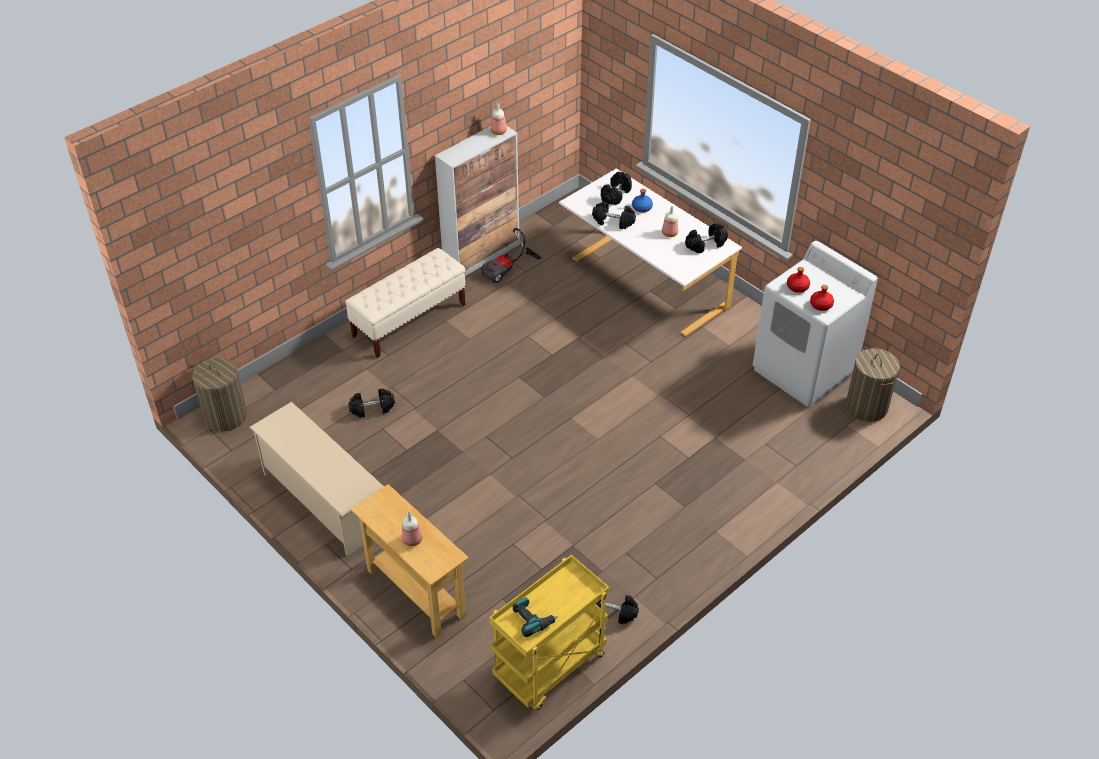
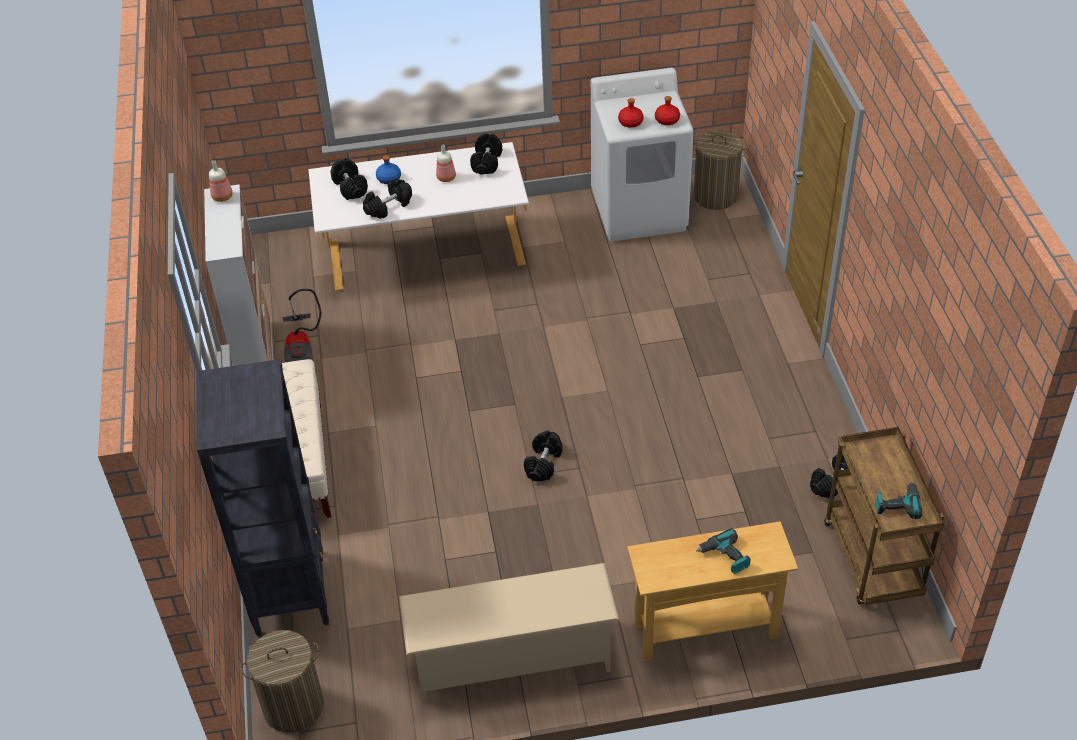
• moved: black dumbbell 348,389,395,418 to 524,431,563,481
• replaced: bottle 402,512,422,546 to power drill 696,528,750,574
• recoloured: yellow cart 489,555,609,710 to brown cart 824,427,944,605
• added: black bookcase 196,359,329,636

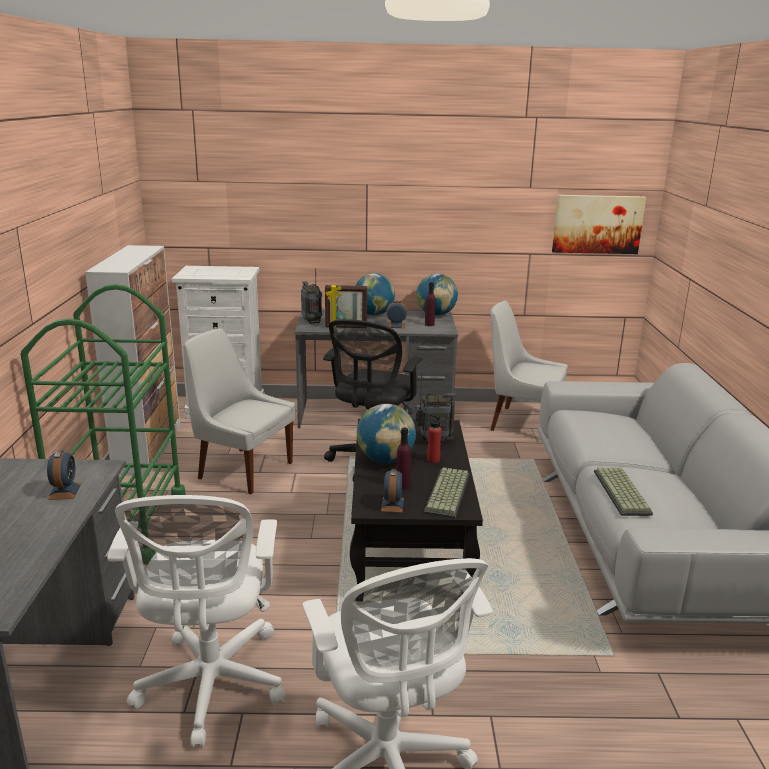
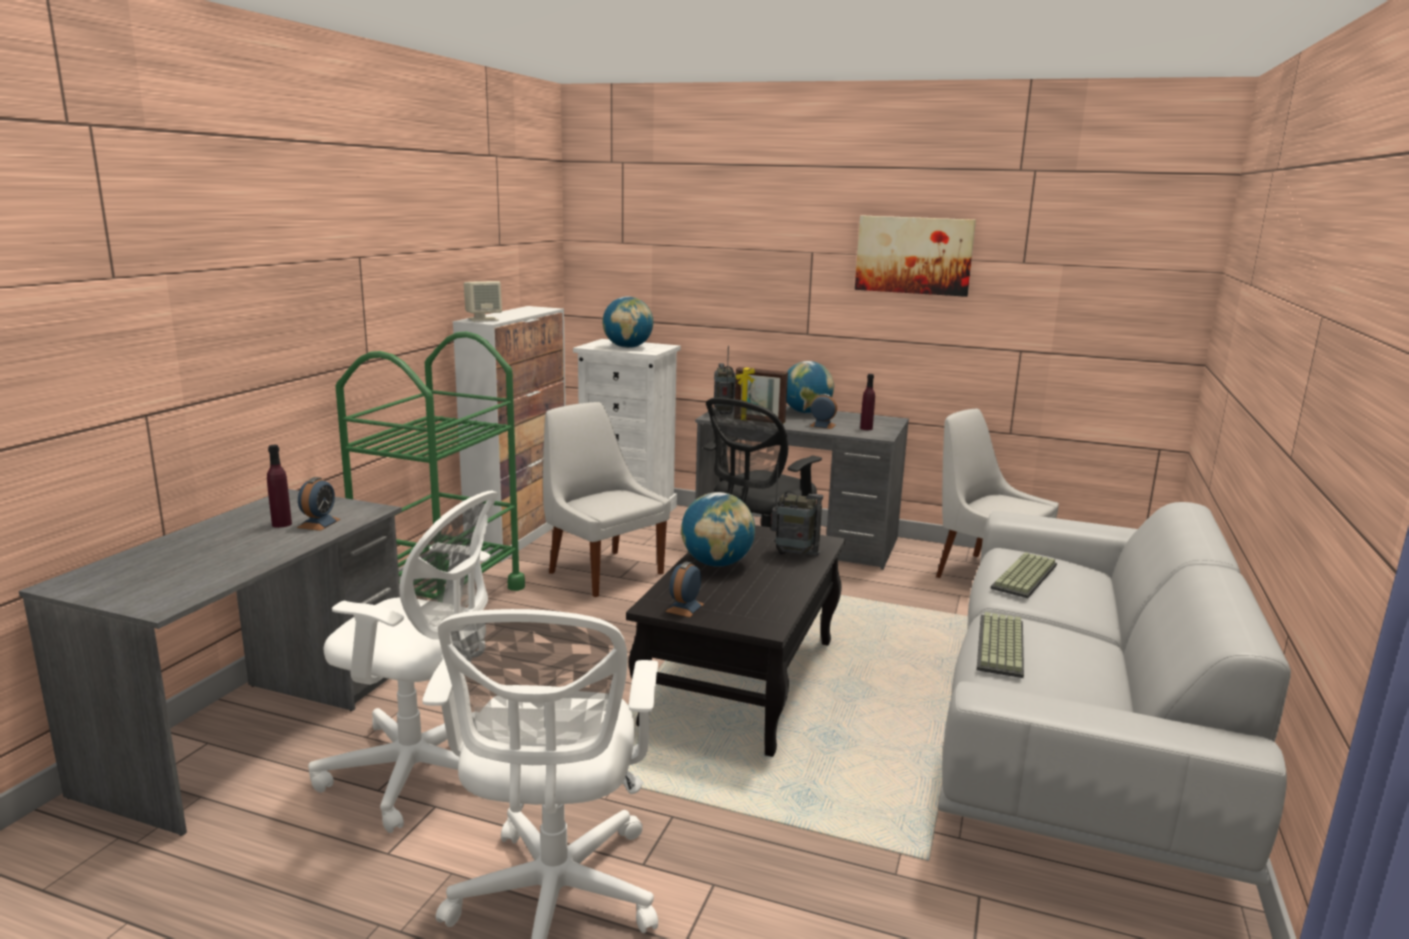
• moved: picture 552,195,646,254 to 855,215,976,297
• moved: globe 416,274,458,316 to 603,296,653,348
• removed: red bottle 427,415,442,463
• moved: purple bottle 396,427,411,489 to 267,445,292,528
• moved: keyboard 423,467,470,518 to 991,552,1057,598
• turned: white office chair 107,495,285,747 = 308,491,498,833 90 degrees counterclockwise
• added: beige speaker 464,281,502,322

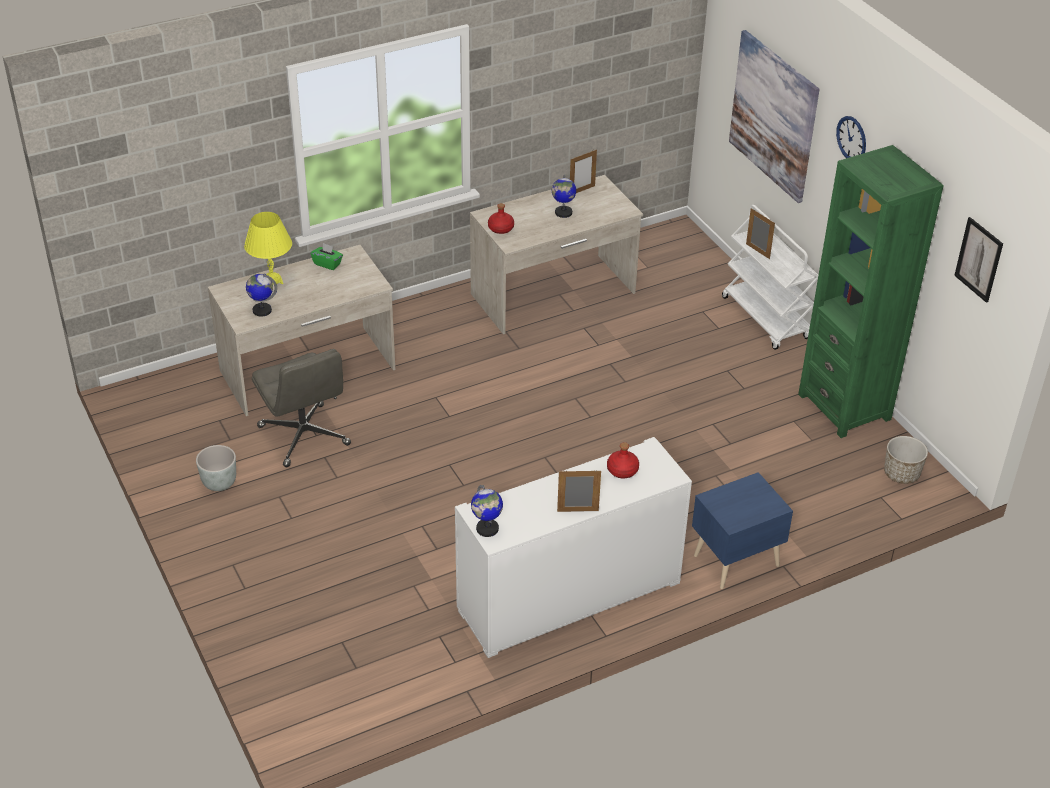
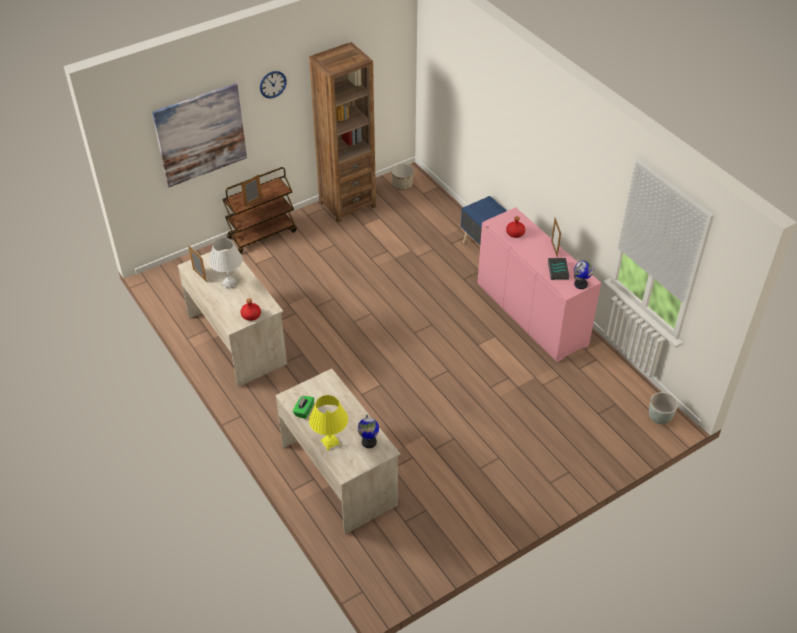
• recoloured: green bookcase 798,145,944,438 to brown bookcase 309,42,376,222
• replaced: globe 552,174,576,218 to white table lamp 209,238,243,290
• recoloured: white cart 722,205,818,350 to brown cart 222,167,297,254
• removed: picture 954,217,1003,303
• removed: grey office chair 252,349,351,467
• recoloured: white cabinet 455,437,692,658 to pink cabinet 477,207,601,362
• moved: grey planter 196,445,236,491 to 649,392,678,424
• added: book 548,258,569,280

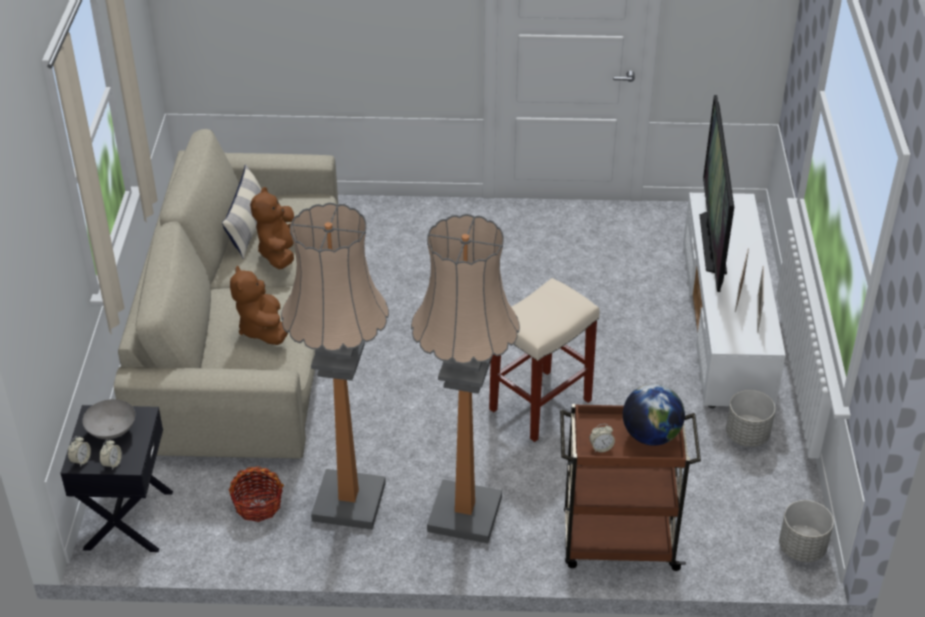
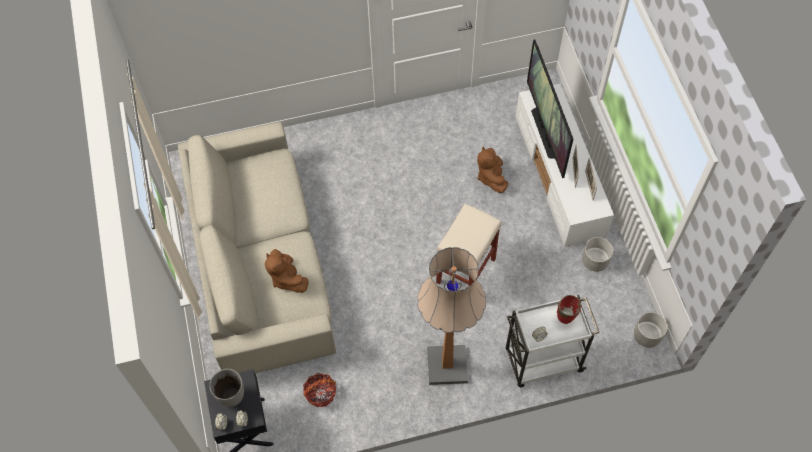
• removed: pillow 222,164,262,259
• moved: brown plush toy 250,187,294,269 to 477,146,508,193
• removed: floor lamp 281,203,389,530
• replaced: globe 623,384,685,446 to red vase 556,295,581,324
• replaced: grey bowl 82,399,135,439 to grey vase 209,369,244,407
• recoloured: brown cart 560,404,701,571 to white cart 506,295,599,387

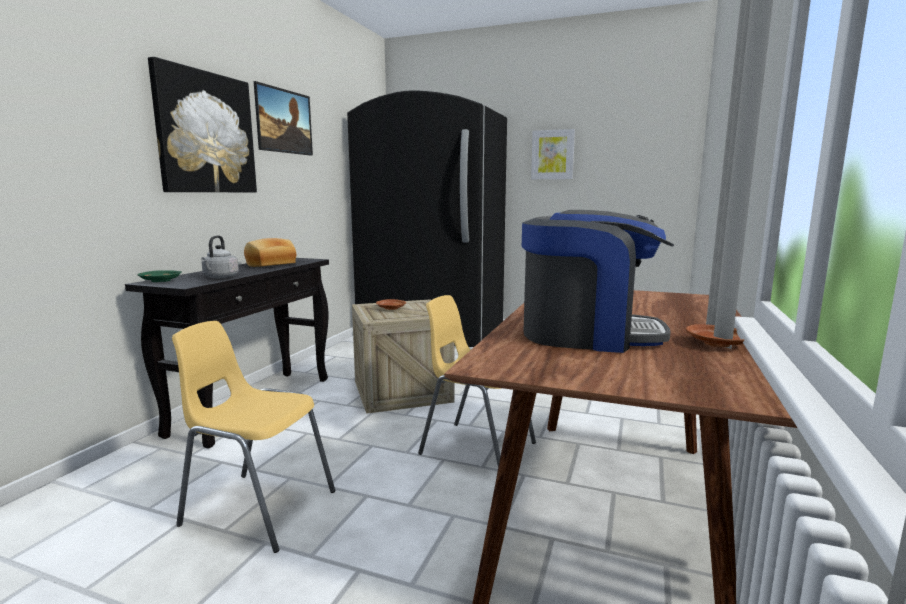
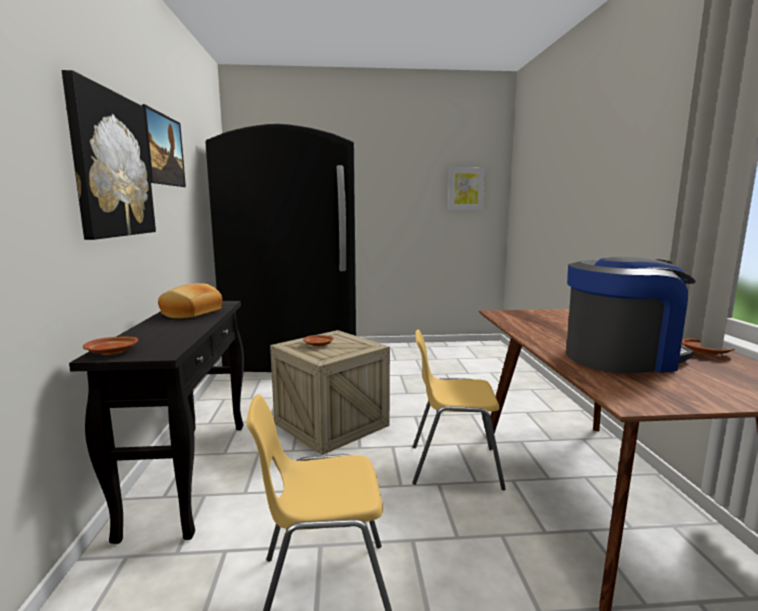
• moved: picture 531,129,575,180 to 448,167,485,210
• removed: grey kettle 201,235,239,278
• recoloured: green plate 137,270,182,282 to brown plate 83,337,138,355

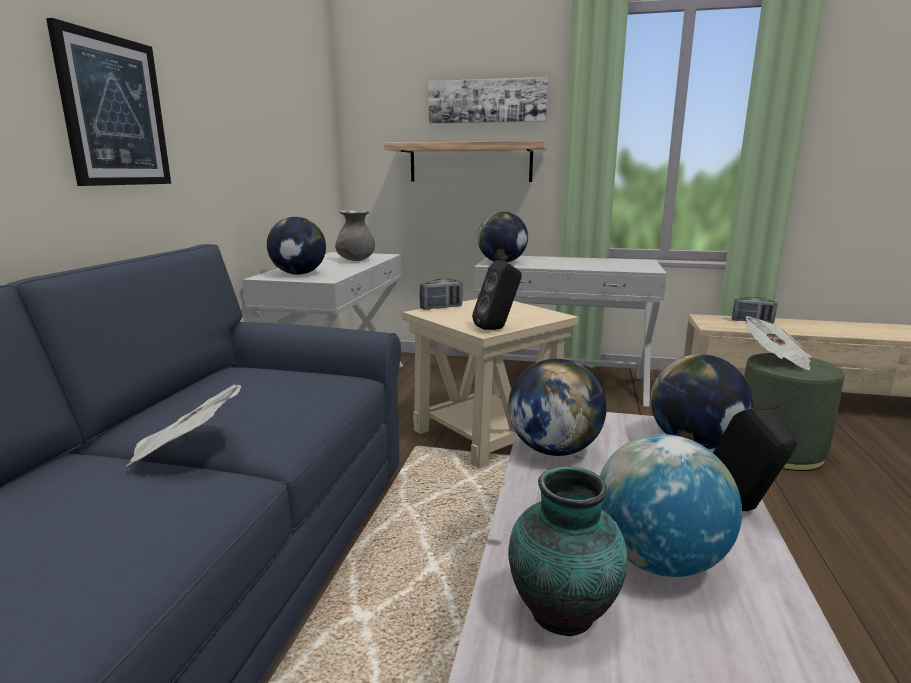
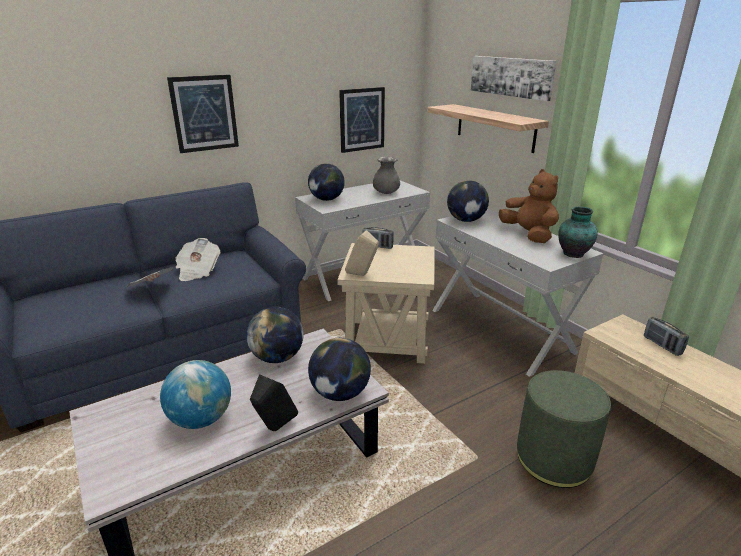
• recoloured: black speaker 472,260,522,330 to beige speaker 345,230,379,276
• moved: newspaper 746,316,811,370 to 175,238,220,281
• moved: vase 508,466,628,636 to 558,206,598,258
• added: picture 339,87,385,153
• added: brown plush toy 499,169,559,243

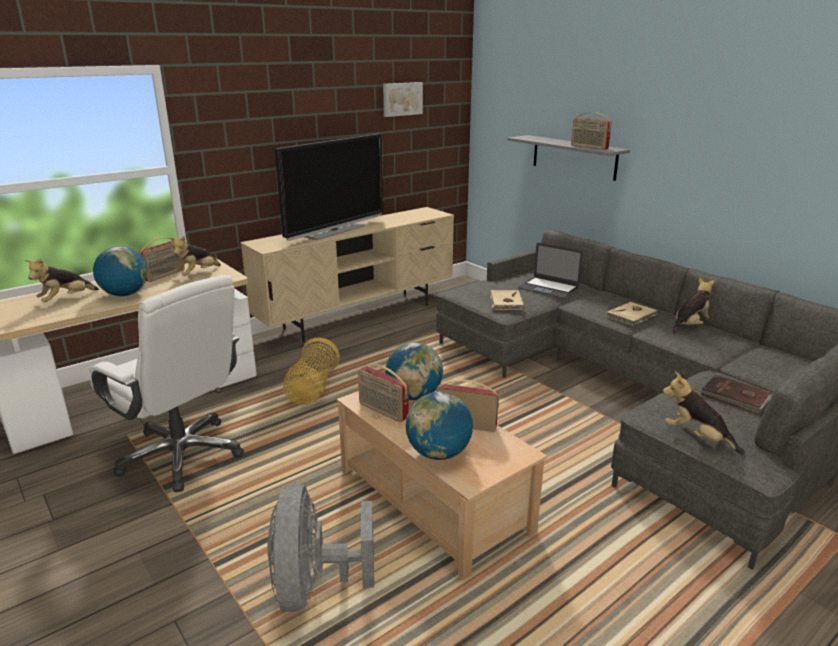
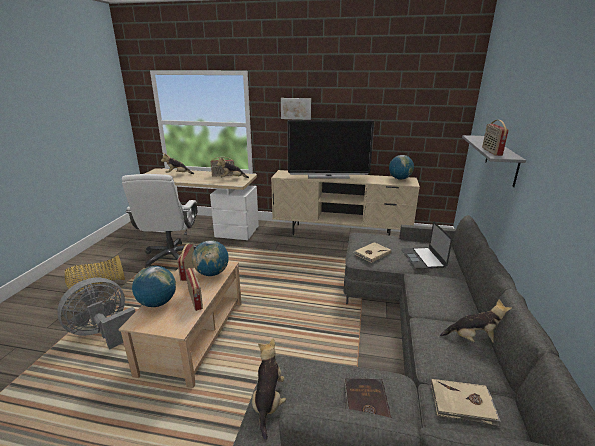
• moved: picture 383,82,423,117 to 281,98,311,120
• moved: globe 93,246,148,296 to 389,155,414,180
• moved: beige book 606,302,659,326 to 431,379,501,426
• moved: basket 283,337,340,405 to 65,255,125,293

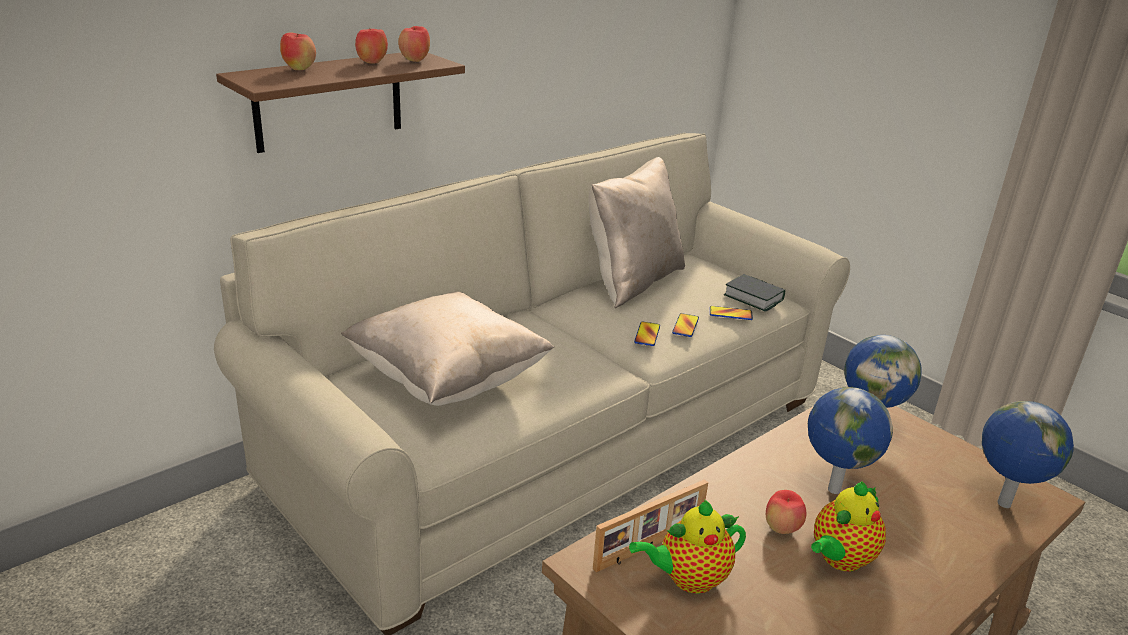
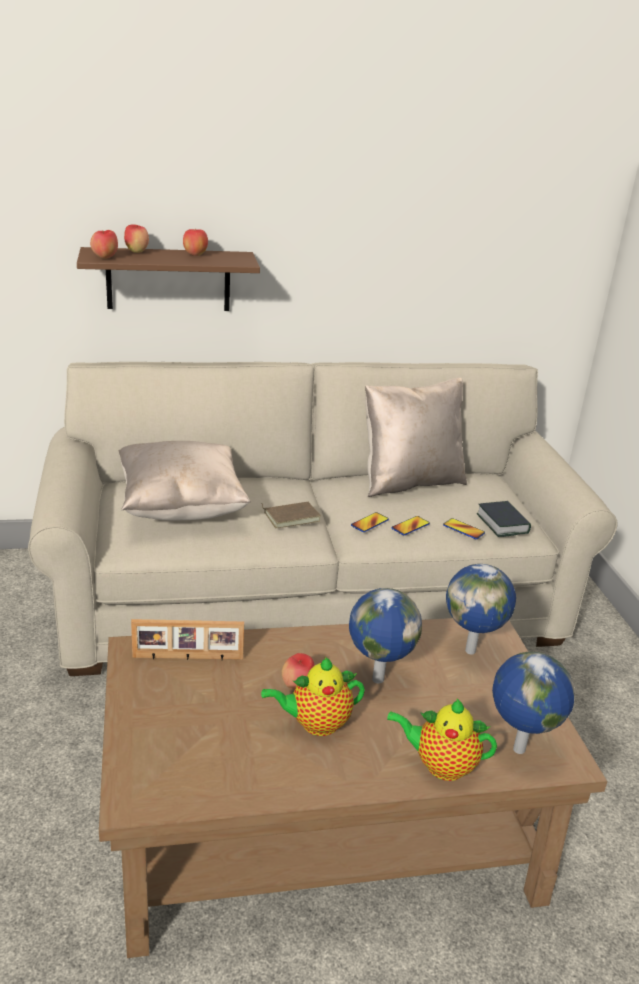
• moved: apple 398,26,430,62 to 90,230,118,259
• moved: teapot 629,500,746,594 to 387,698,497,781
• added: brown book 261,502,321,528

